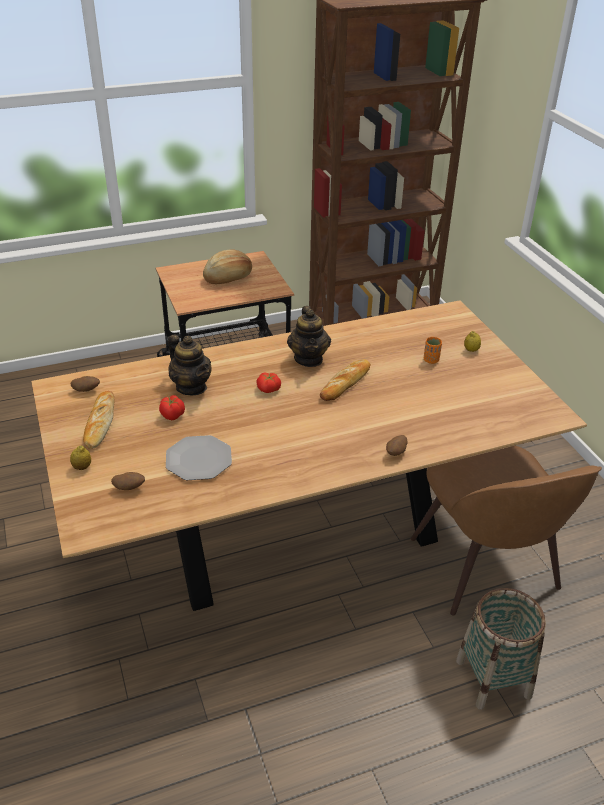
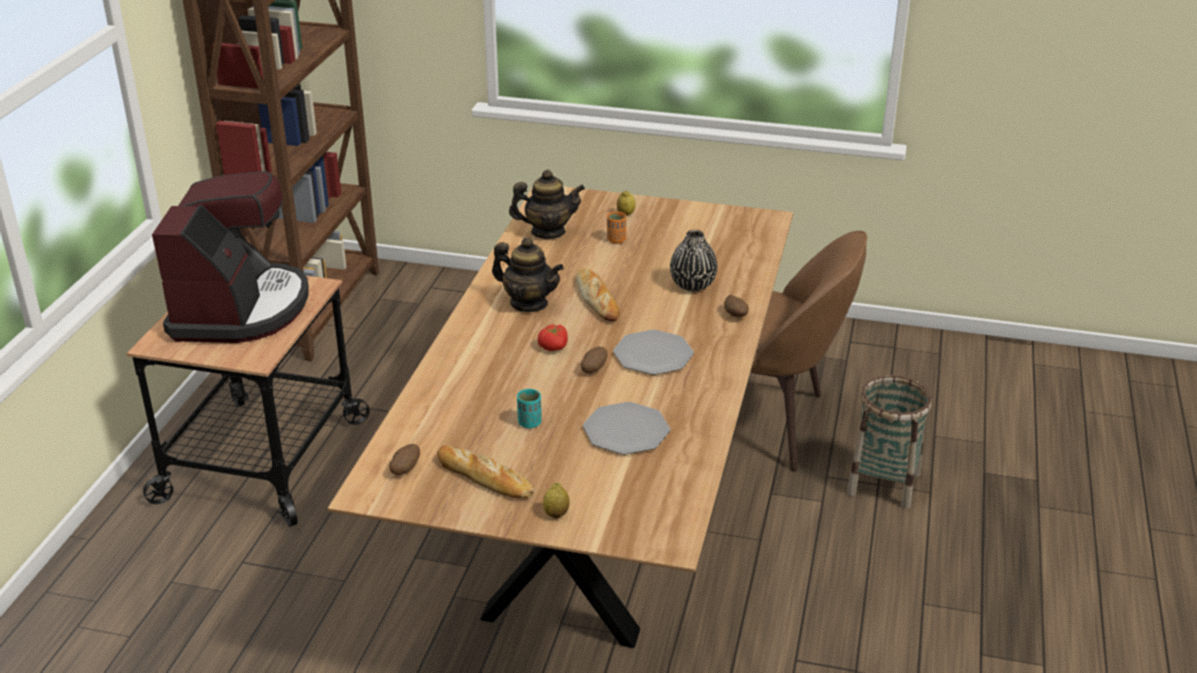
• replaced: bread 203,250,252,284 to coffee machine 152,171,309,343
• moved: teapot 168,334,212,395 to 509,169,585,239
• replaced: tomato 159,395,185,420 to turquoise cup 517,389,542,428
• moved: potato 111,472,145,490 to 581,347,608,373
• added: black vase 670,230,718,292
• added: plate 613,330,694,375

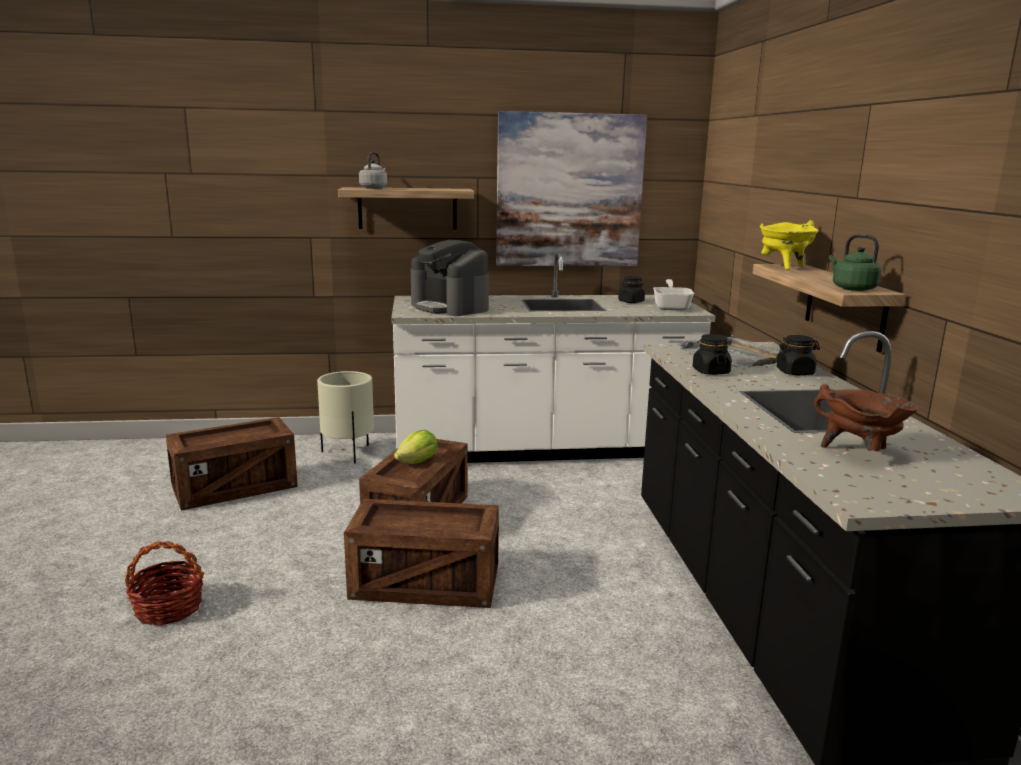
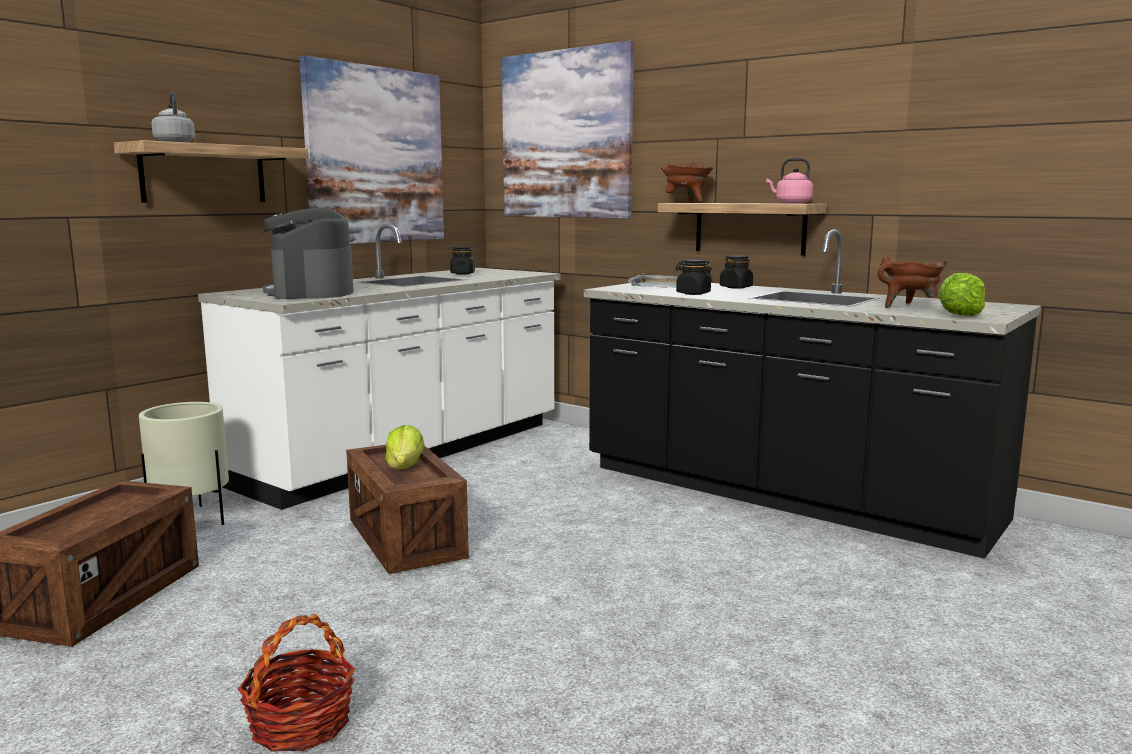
• recoloured: yellow cooking pot 760,220,819,270 to brown cooking pot 661,162,713,203
• recoloured: green kettle 829,234,882,291 to pink kettle 766,158,813,203
• turned: coffee machine 411,240,489,316 = 262,208,354,299 75 degrees clockwise
• removed: frying pan 653,279,694,311
• removed: crate 344,499,499,608
• added: picture 502,41,634,219
• added: lettuce 938,273,985,316

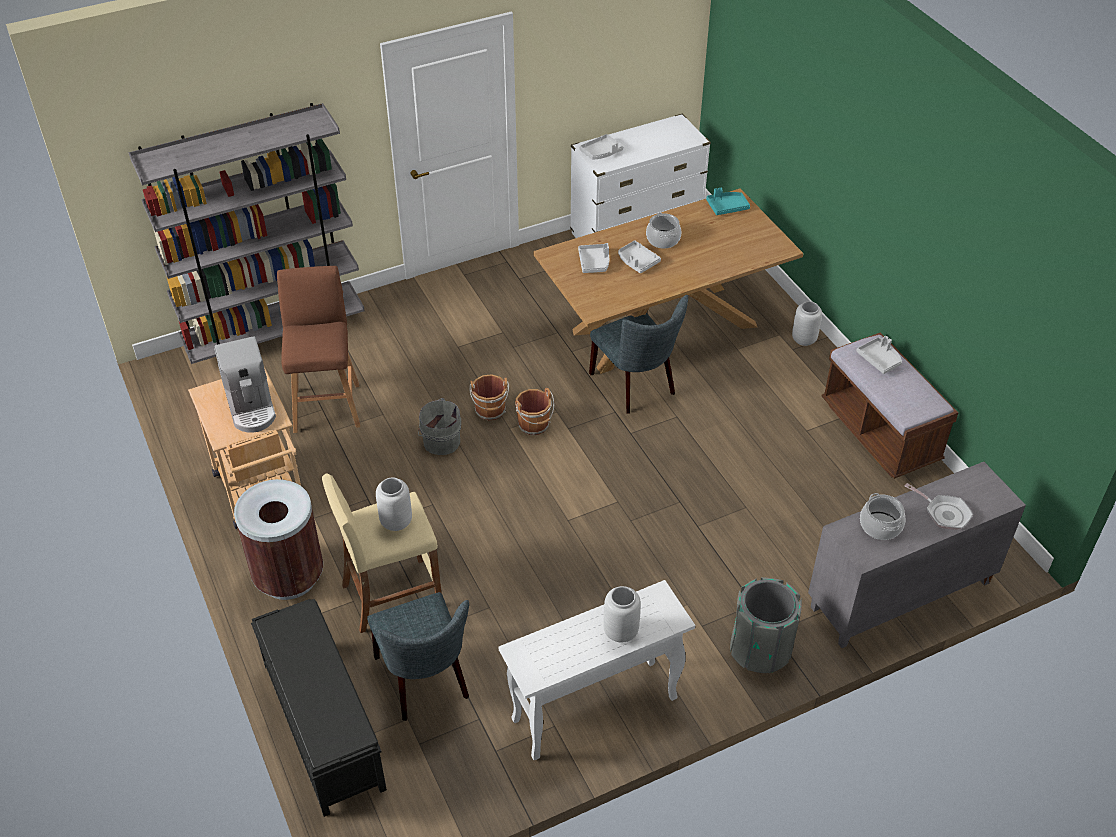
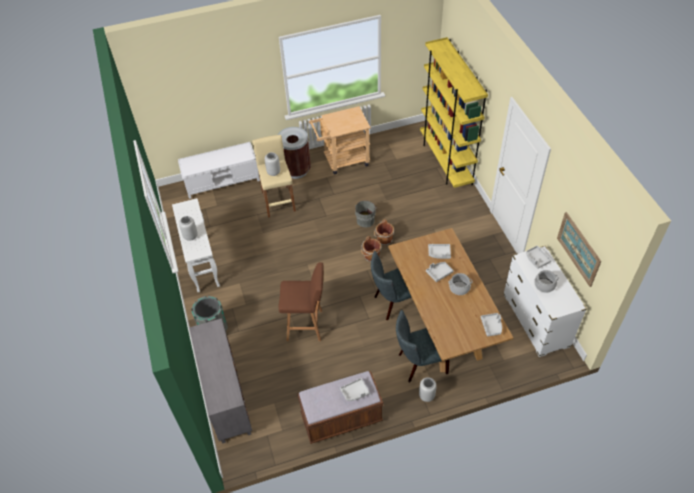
• recoloured: grey bookcase 129,103,365,364 to yellow bookcase 420,37,488,188
• recoloured: turquoise tray 706,188,750,215 to grey tray 481,313,502,336
• moved: brown stool 277,266,360,433 to 278,263,323,341
• removed: coffee machine 214,336,276,433
• removed: frying pan 904,483,973,530
• moved: cooking pot 860,493,905,540 to 534,270,559,293
• moved: grey chair 367,592,469,721 to 396,310,450,382
• recoloured: black bench 251,599,387,817 to white bench 178,142,260,199
• added: picture 557,212,601,287

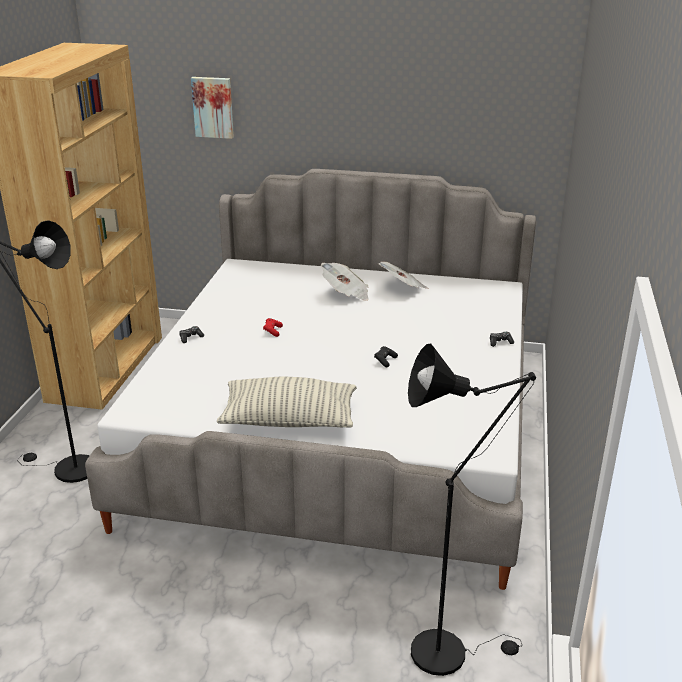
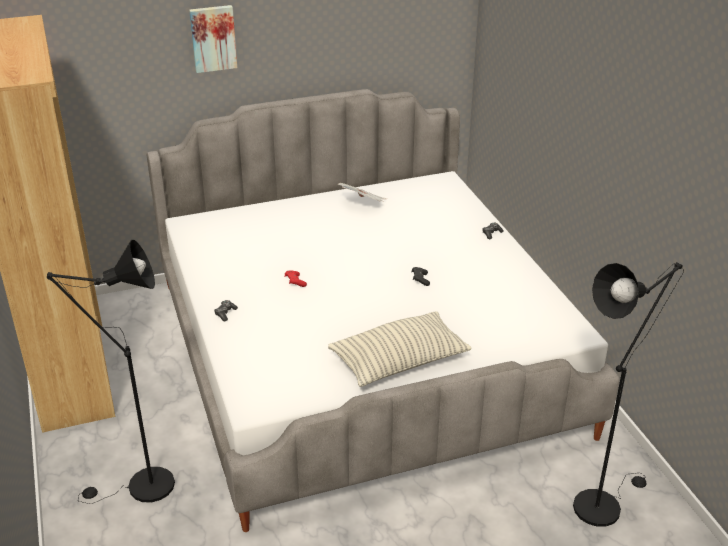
• moved: picture 191,77,234,139 to 189,5,237,73
• removed: newspaper 321,263,368,301

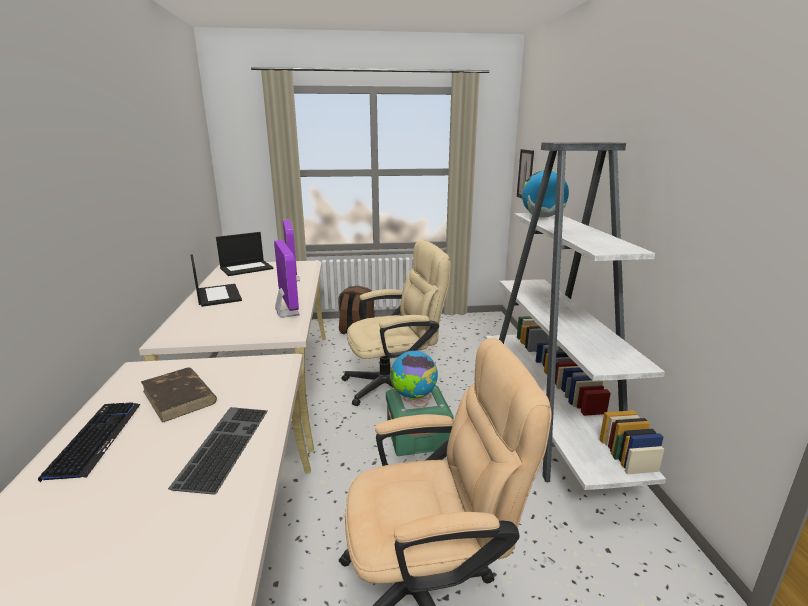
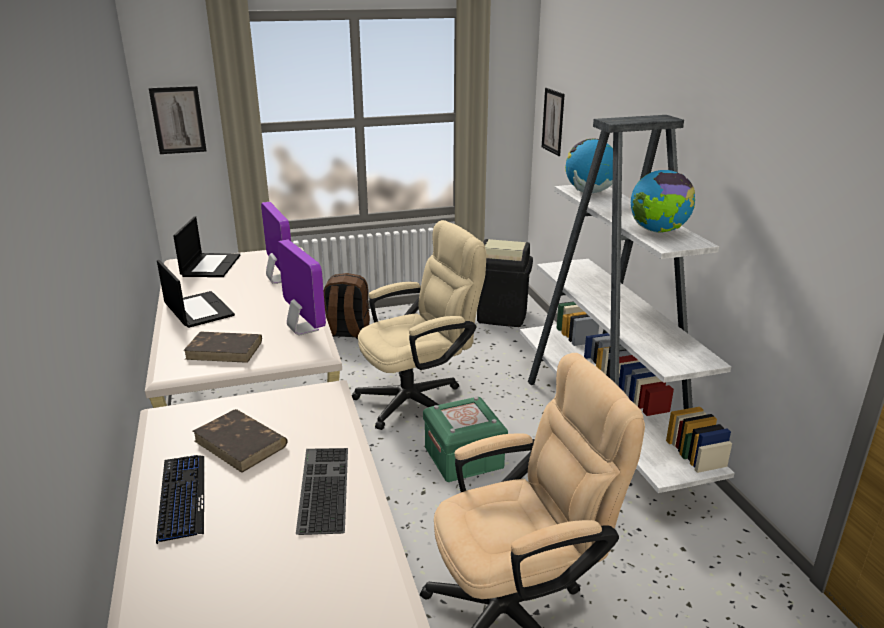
• turned: laptop 216,232,274,276 = 173,216,240,277 45 degrees counterclockwise
• moved: globe 390,351,438,399 to 631,170,695,233
• added: picture 149,86,206,154
• added: black trash can 477,239,533,327
• added: brown book 183,332,262,363

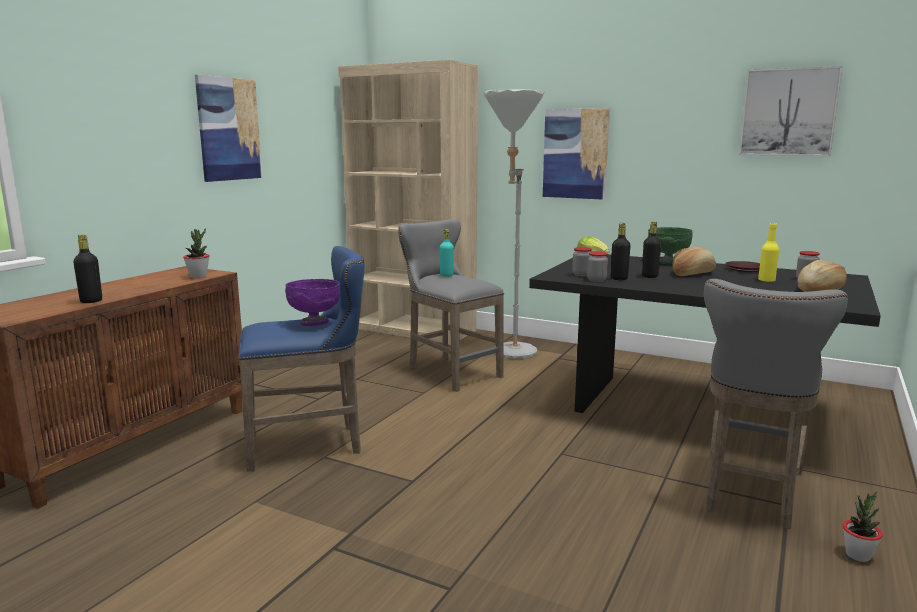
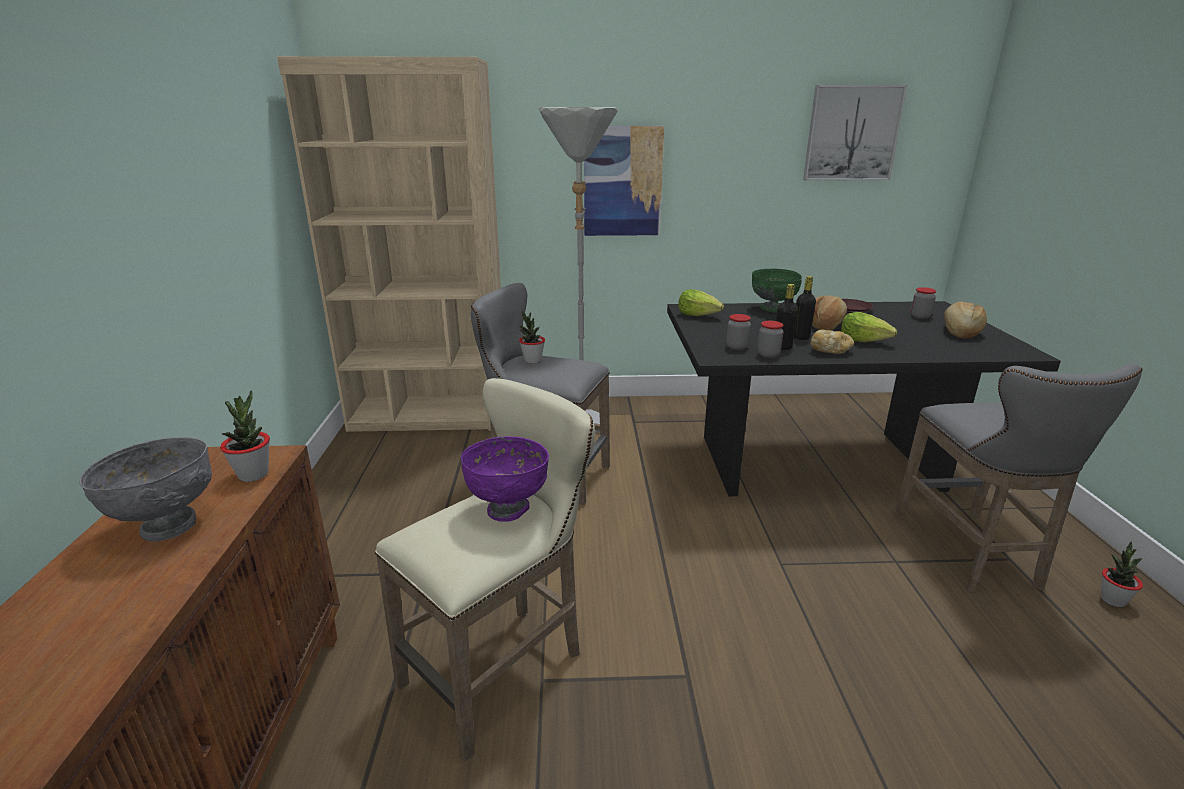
• removed: picture 195,75,262,182
• removed: yellow bottle 758,223,779,282
• replaced: turquoise bottle 440,229,454,277 to potted plant 519,311,545,364
• removed: black bottle 73,234,102,303
• recoloured: blue stool 239,246,365,472 to beige stool 375,378,595,761
• added: lettuce 841,312,897,342
• added: bread 810,330,854,354
• added: grey bowl 79,437,212,542

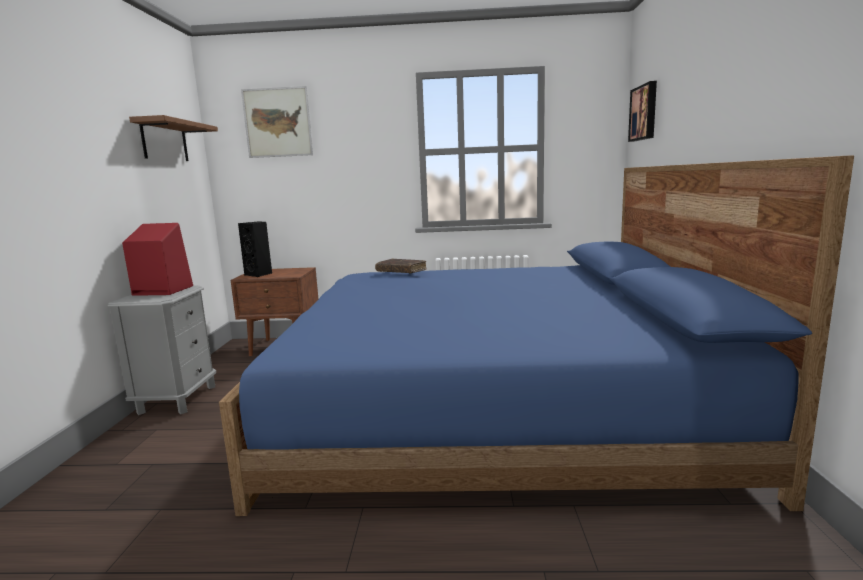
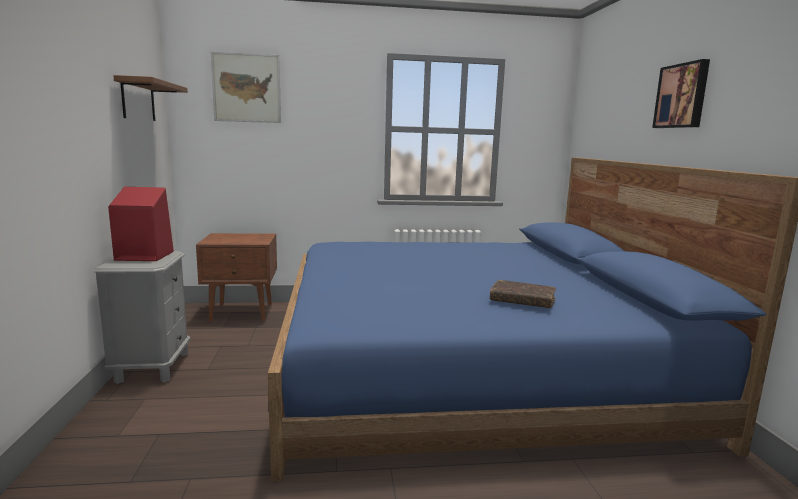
• moved: picture 628,81,657,142 to 652,59,710,128
• removed: black speaker 238,222,272,277
• moved: brown book 375,258,427,274 to 490,280,556,308

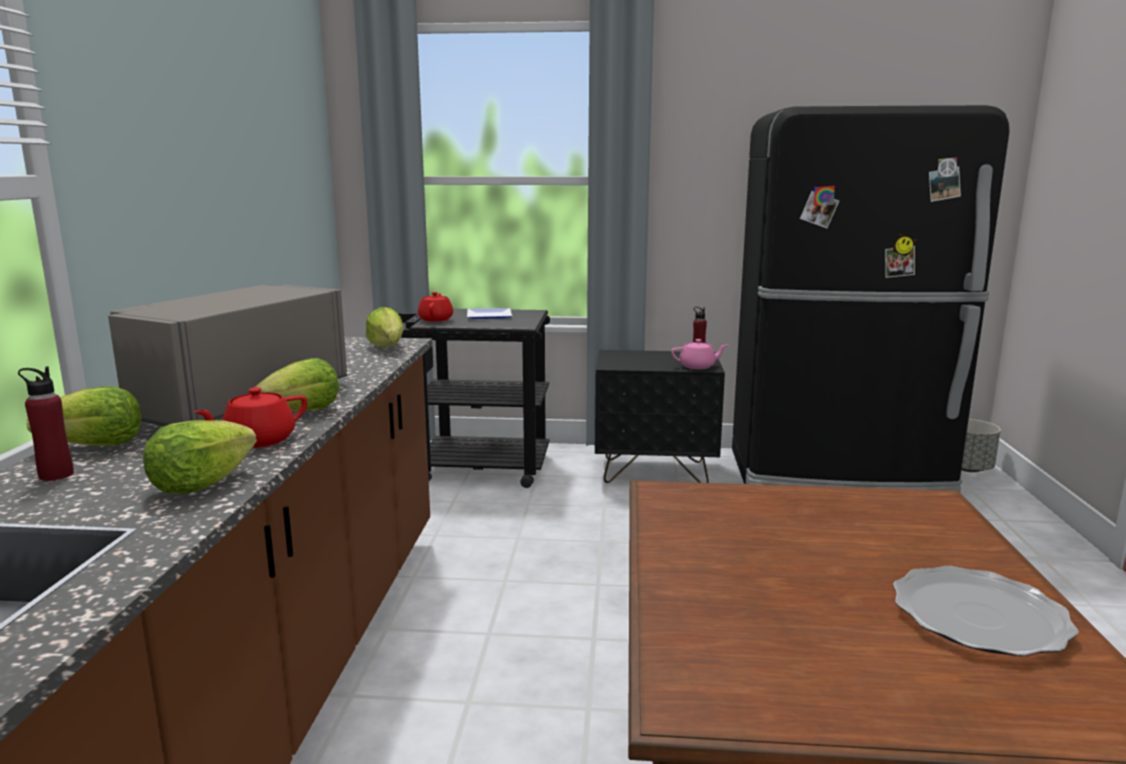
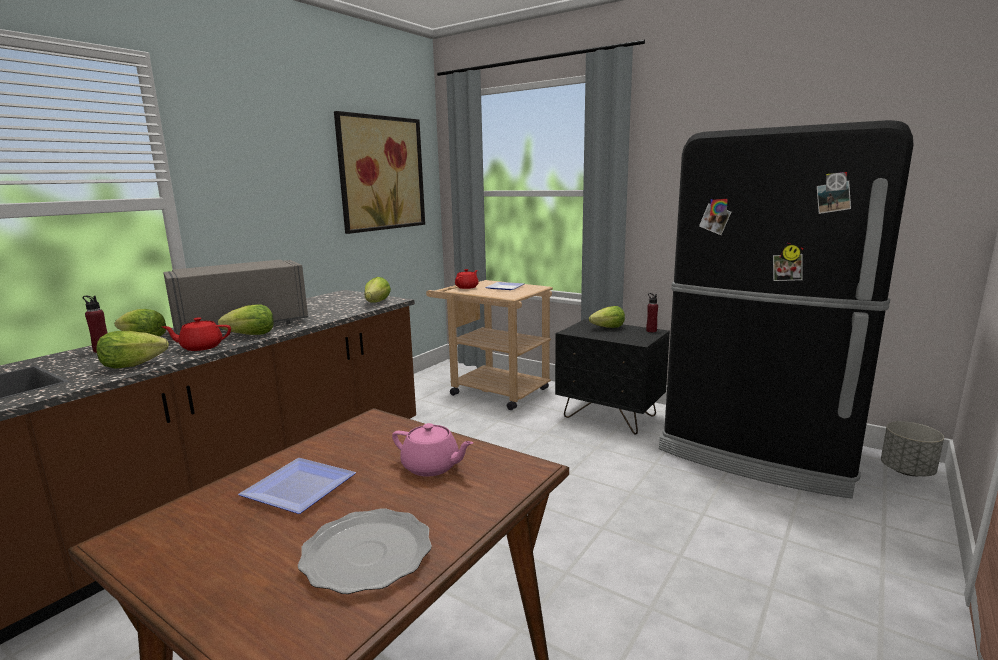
• recoloured: black cart 398,309,550,488 to beige cart 426,280,553,410
• moved: pink teapot 671,339,728,369 to 392,423,474,476
• added: picture 334,111,425,234
• added: lettuce 589,306,625,328
• added: plate 238,458,356,514

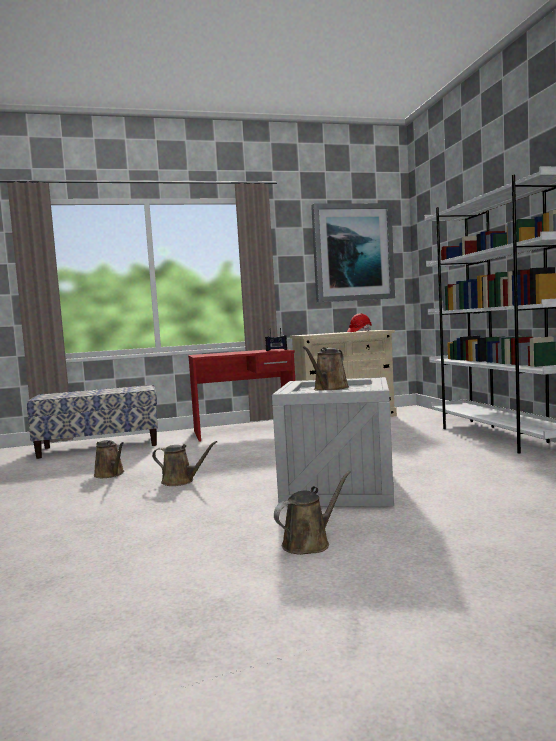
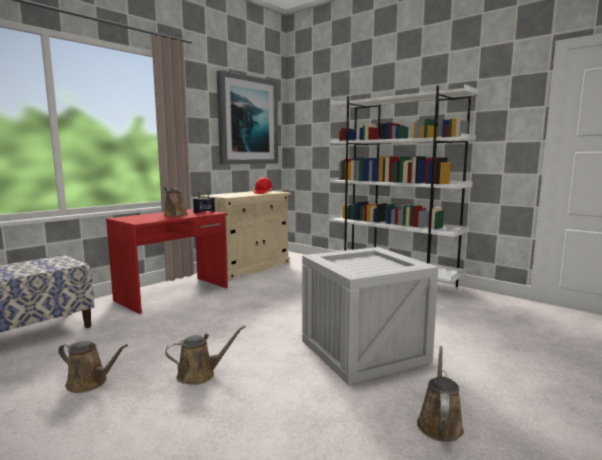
• moved: brown watering can 303,346,349,391 to 164,187,188,217

